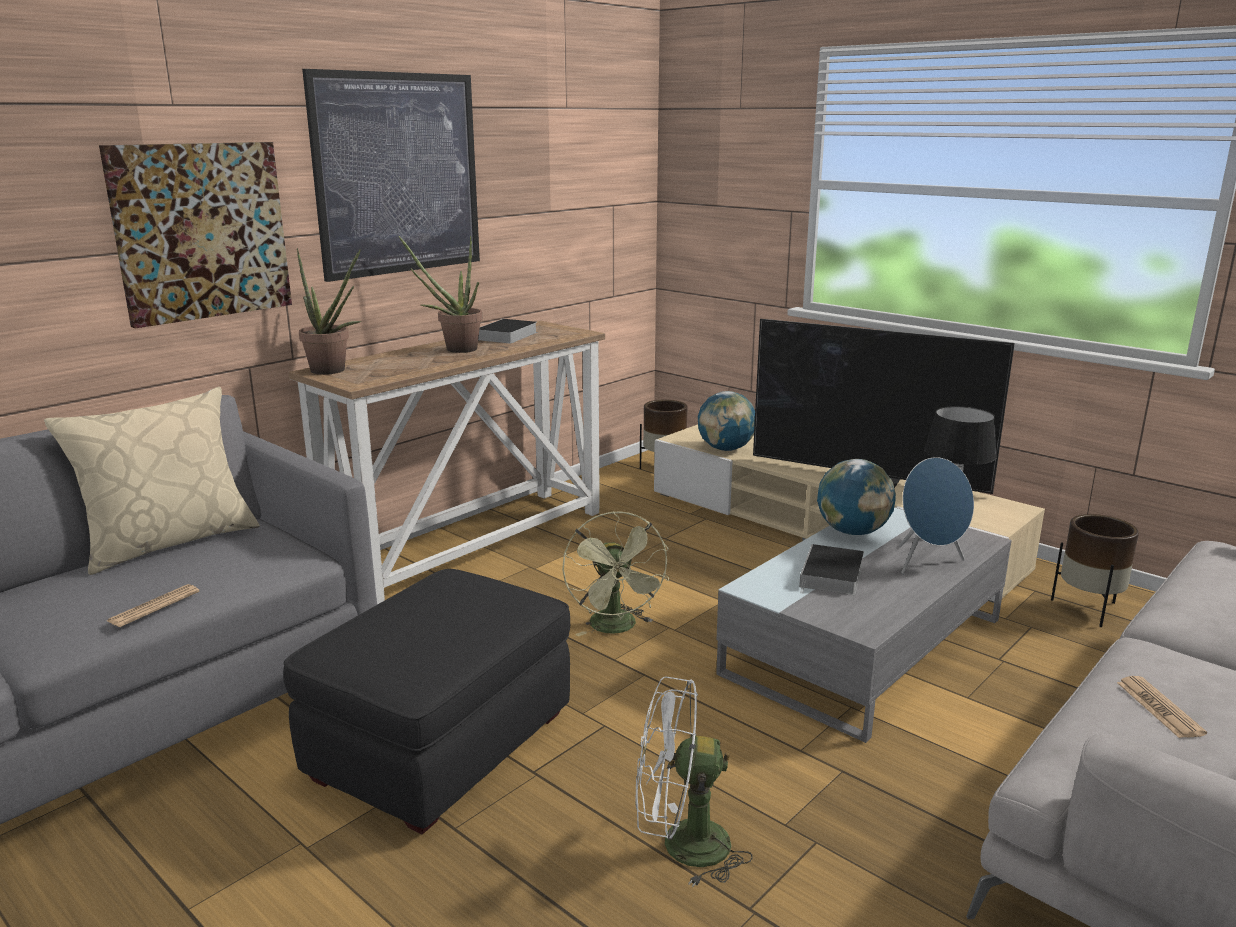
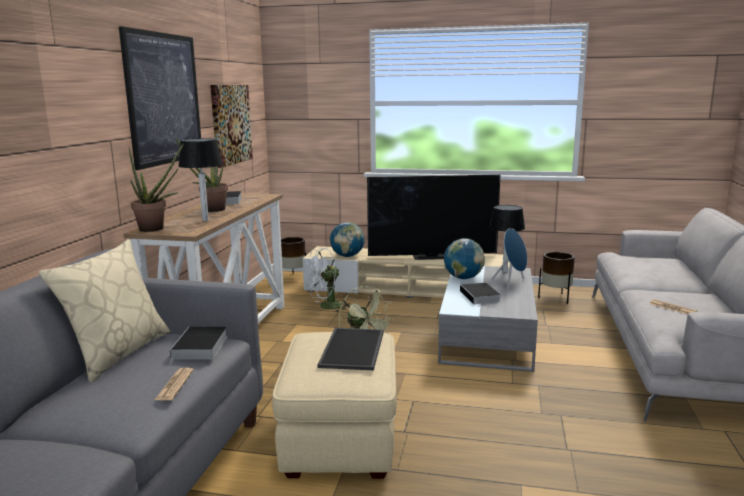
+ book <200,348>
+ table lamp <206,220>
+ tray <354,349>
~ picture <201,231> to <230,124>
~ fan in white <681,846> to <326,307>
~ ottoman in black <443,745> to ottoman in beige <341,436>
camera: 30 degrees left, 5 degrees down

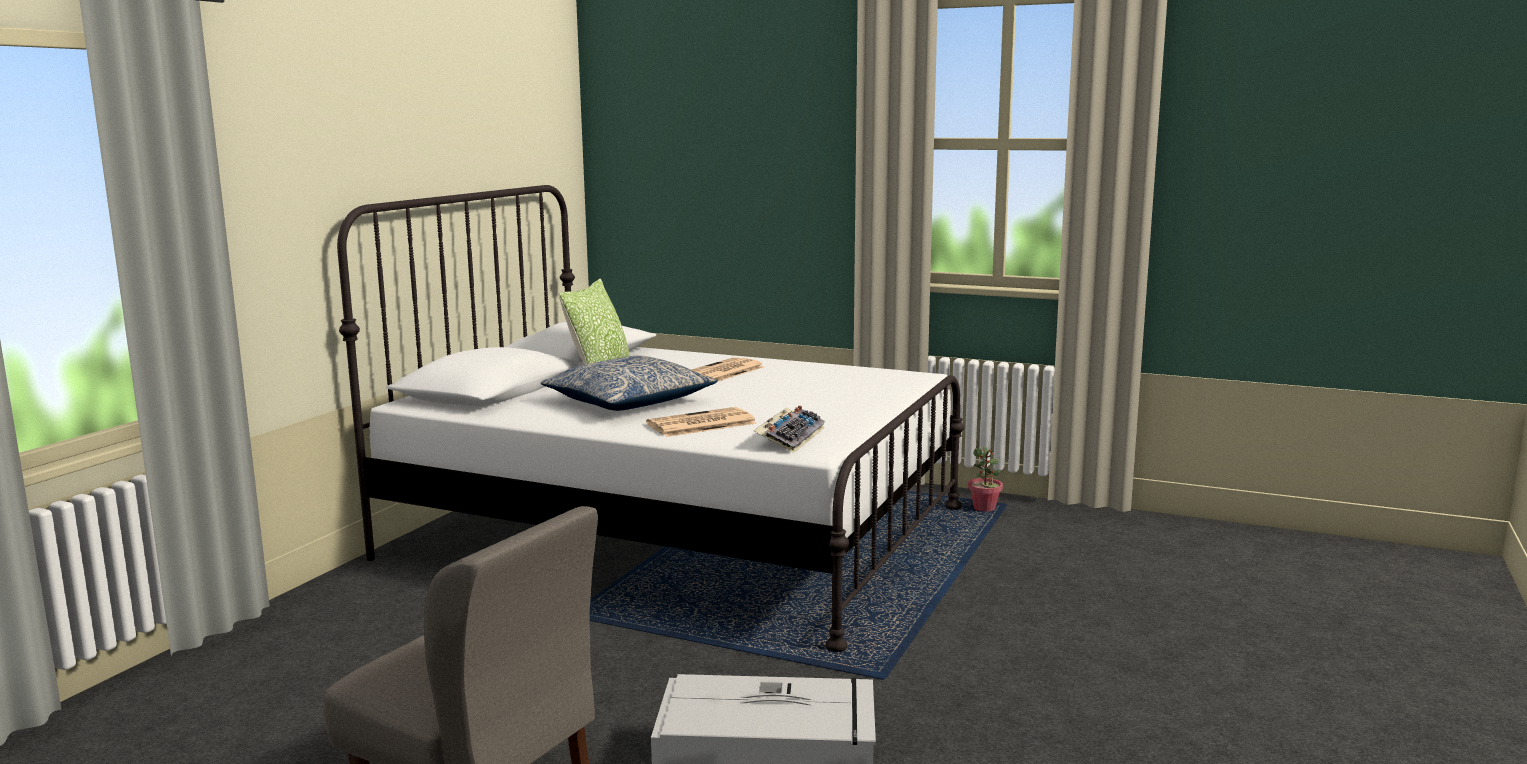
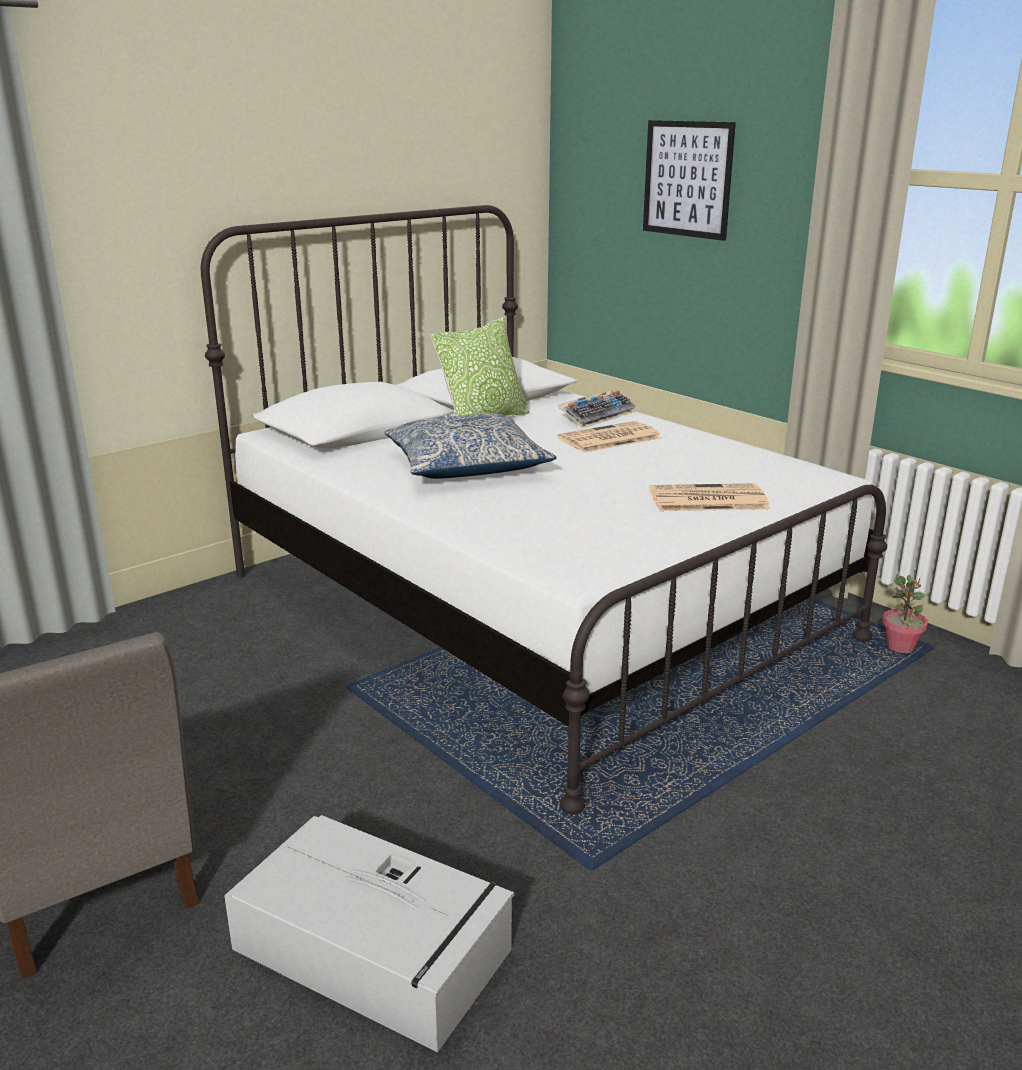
+ picture <687,179>
~ newspaper <700,424> to <706,499>
~ keyboard <790,437> to <596,415>
camera: 25 degrees right, 10 degrees up

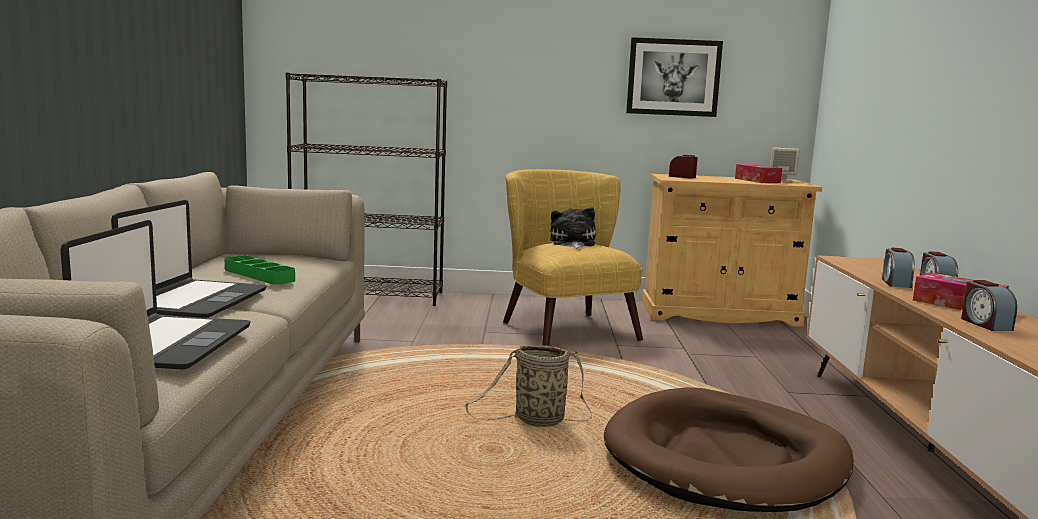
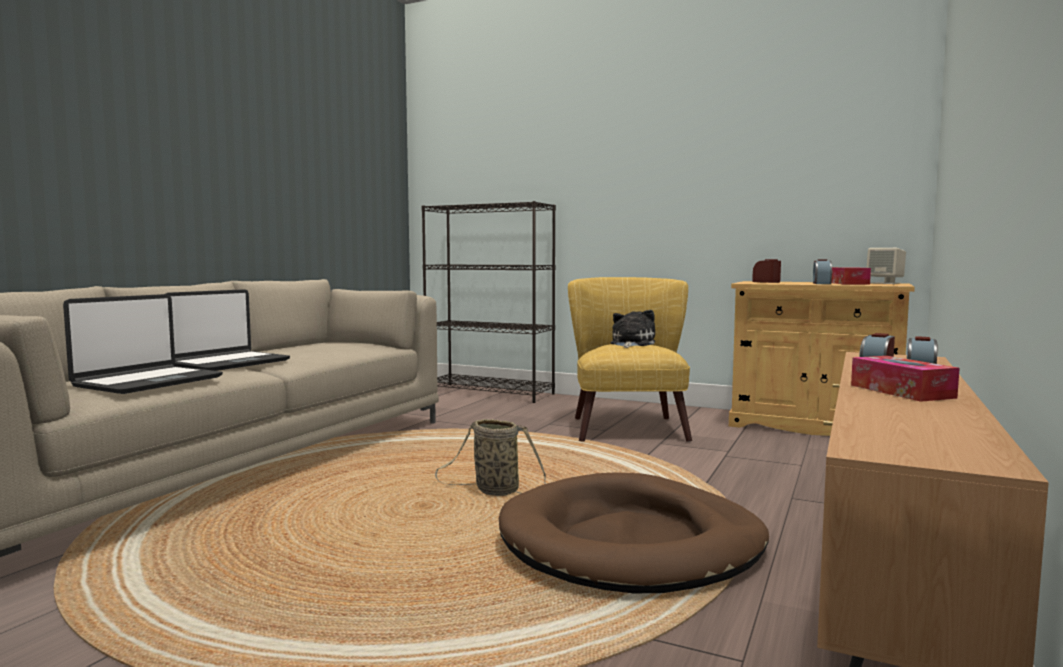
- tray in green <259,275>
- picture <673,77>
~ alarm clock <984,324> to <821,283>
camera: 25 degrees right, 5 degrees down

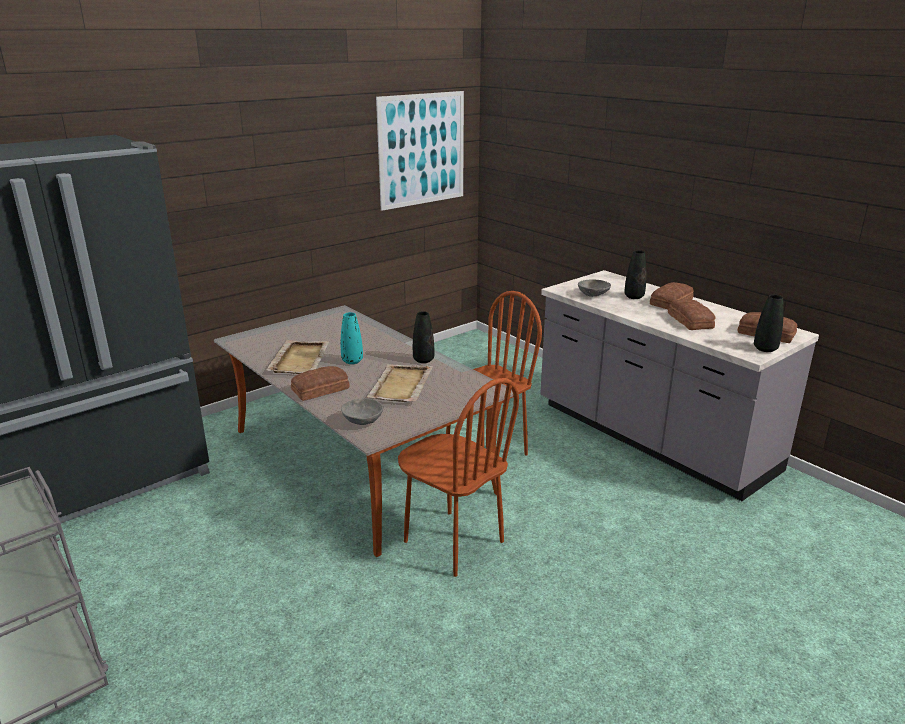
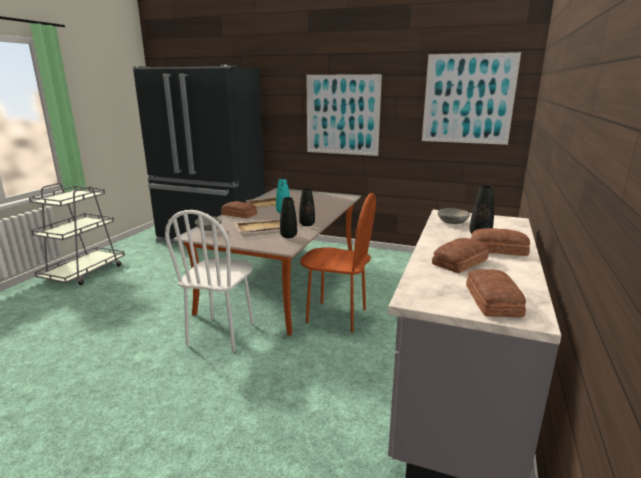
+ picture <342,115>
~ vase in black <765,349> to <288,236>
~ chair in brown <453,542> to chair in white <221,334>
camera: 60 degrees right, 5 degrees down

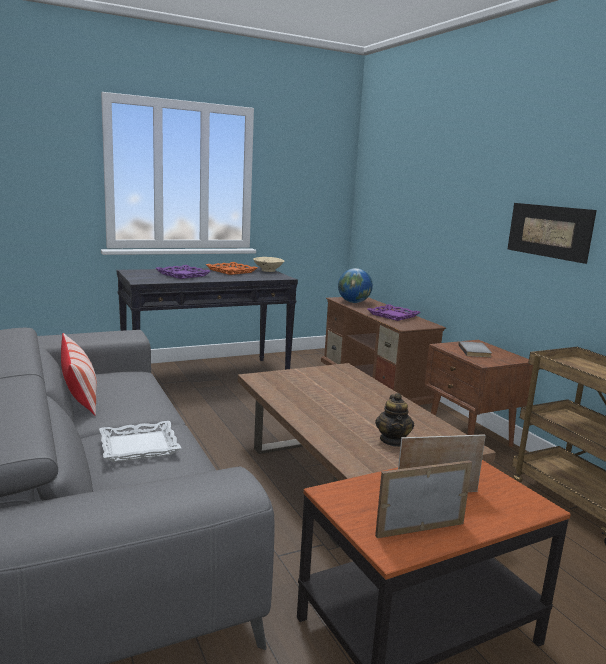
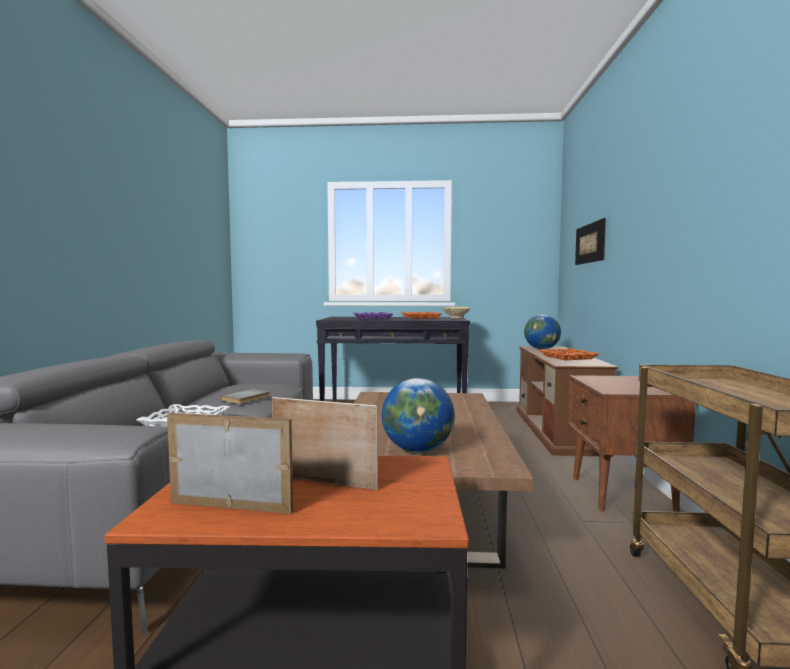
- pillow <80,395>
~ book in grey <475,351> to <247,398>
~ picture <549,231> to <590,243>
~ teapot <393,441> to globe <418,450>
~ tray in purple <393,315> to tray in orange <568,357>
camera: 30 degrees right, 10 degrees down

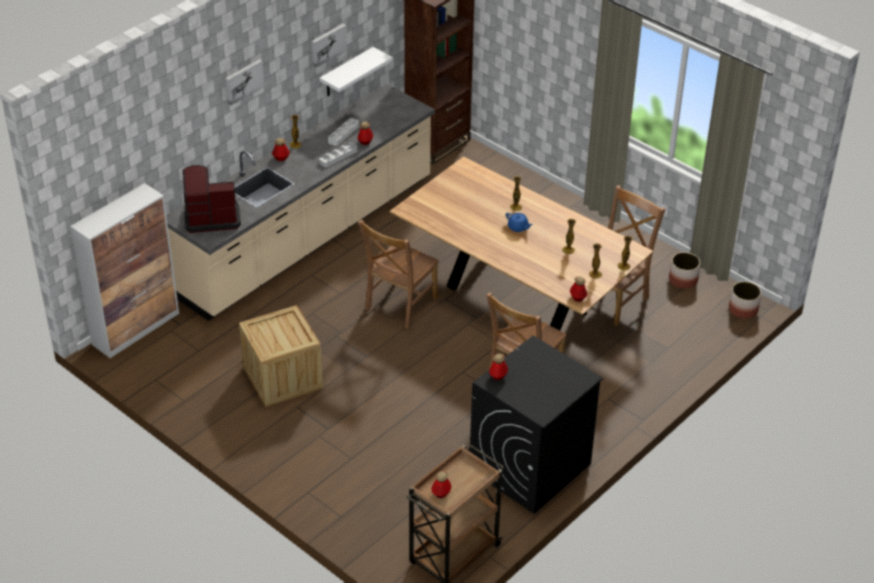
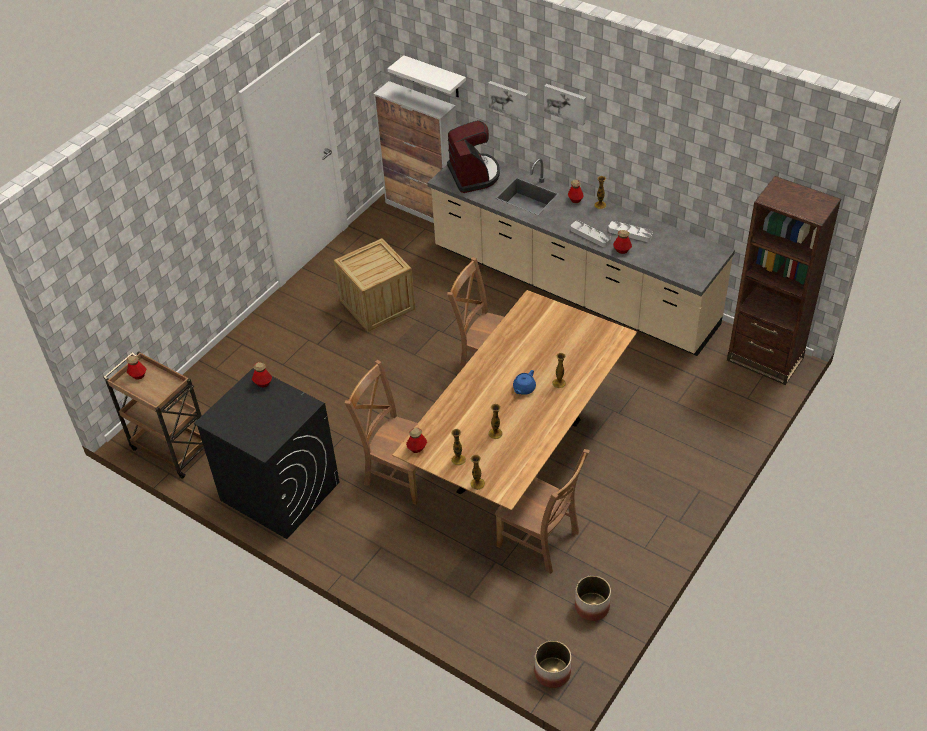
~ picture <327,45> to <509,99>
~ shelf in white <346,73> to <435,77>
camera: 85 degrees right, 5 degrees up

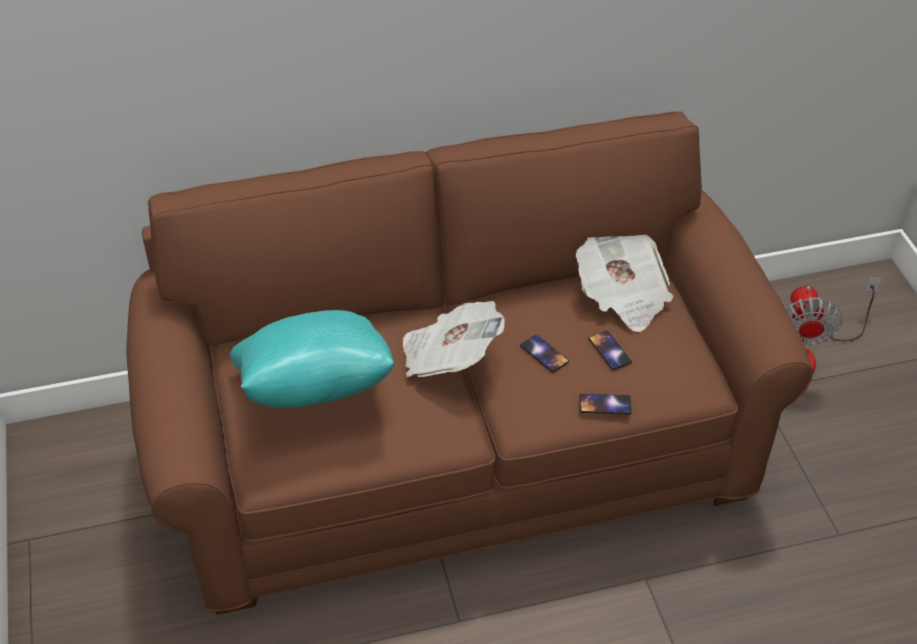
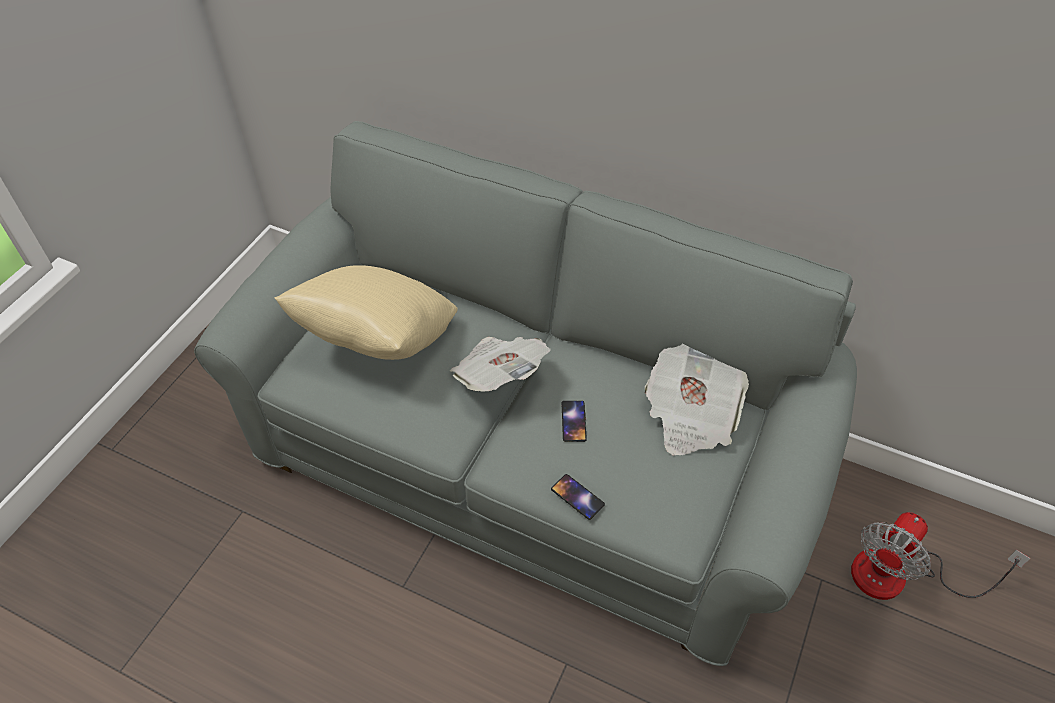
- phone <609,351>
~ sofa in brown <459,450> to sofa in grey <528,458>
~ pillow in turquoise <314,395> to pillow in beige <378,342>
camera: 40 degrees right, 5 degrees up

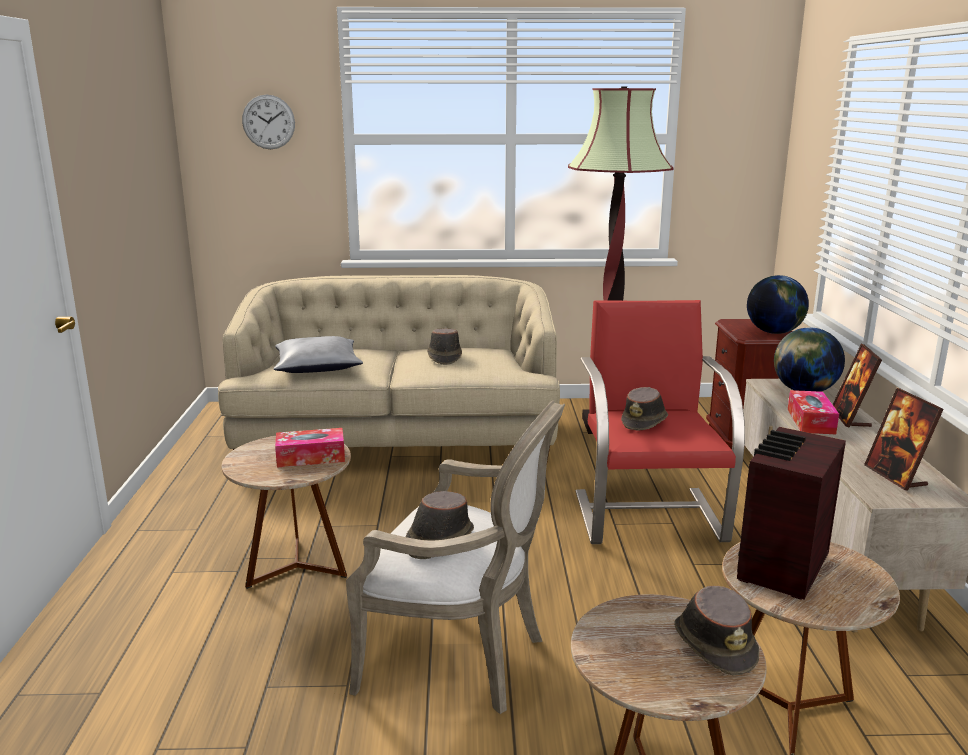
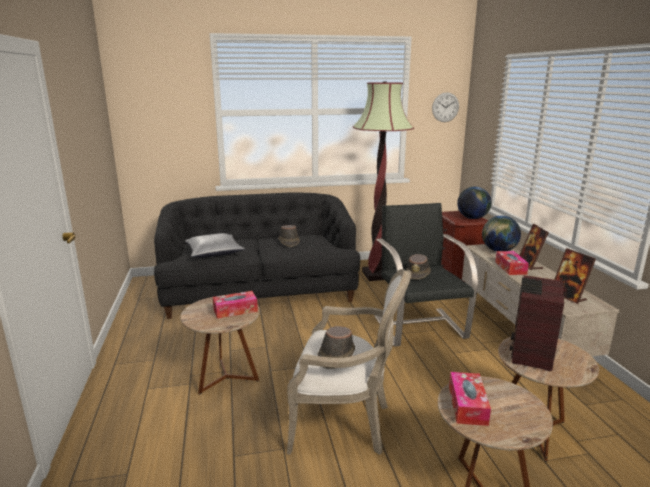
- hat in brown <715,644>
+ tissue box <467,405>
~ wall clock <268,122> to <445,107>
~ sofa in beige <398,439> to sofa in black <260,292>
~ armchair in red <648,515> to armchair in black <419,326>
camera: 10 degrees left, 0 degrees up

